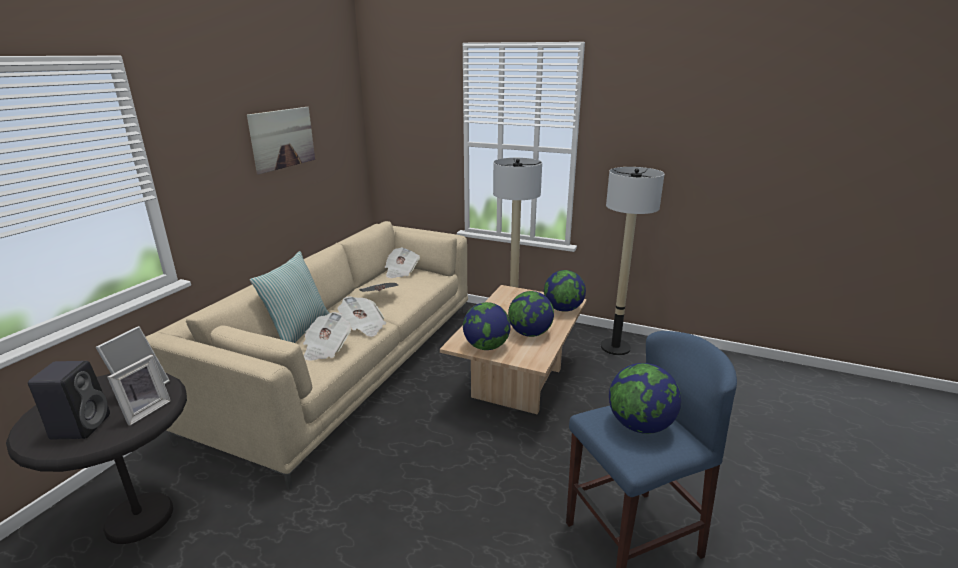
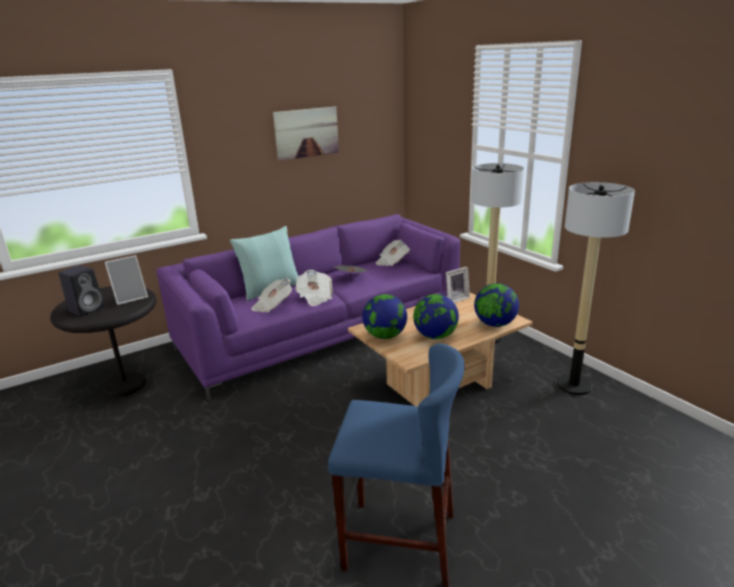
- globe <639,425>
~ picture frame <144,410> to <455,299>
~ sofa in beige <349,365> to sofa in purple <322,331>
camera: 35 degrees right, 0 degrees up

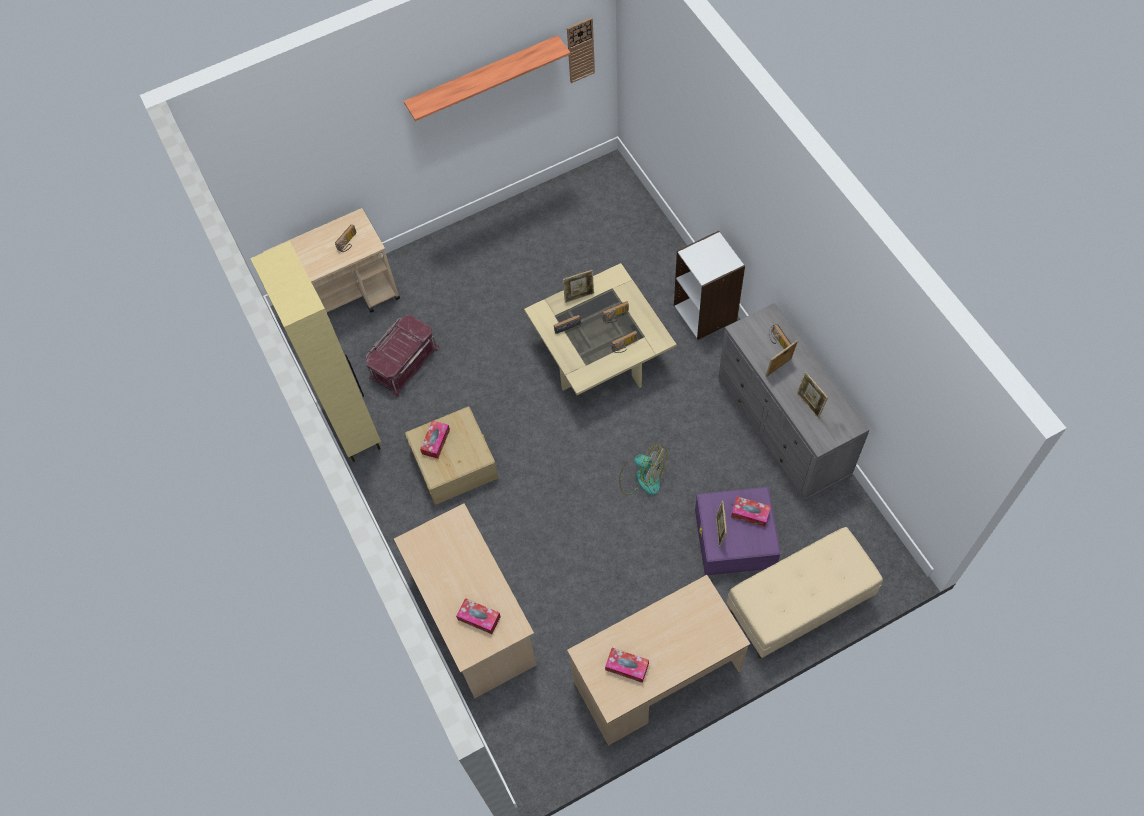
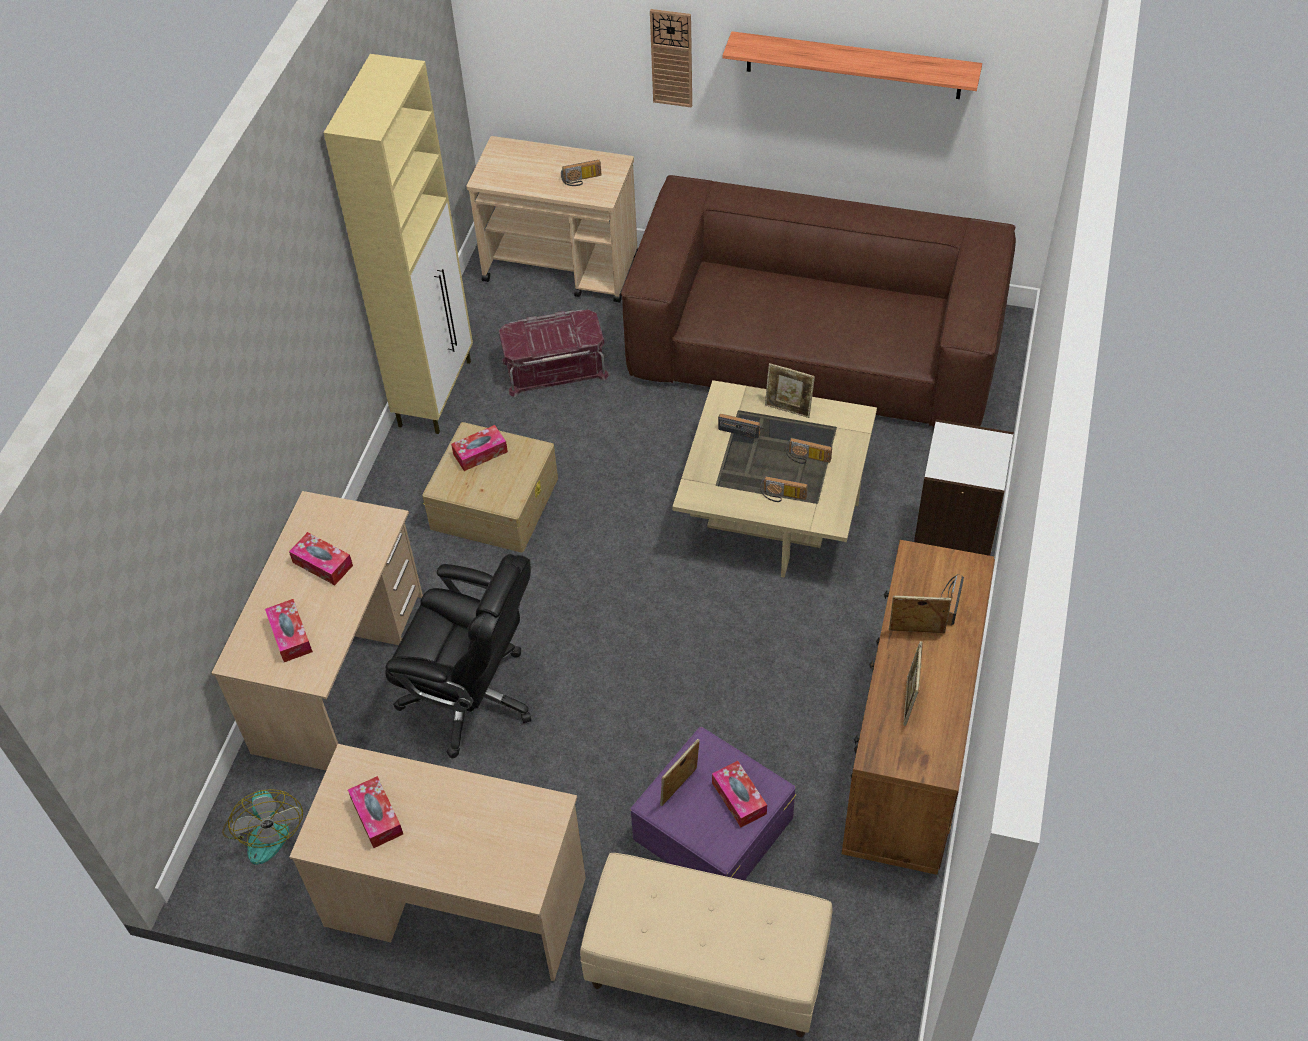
+ tissue box <322,564>
+ office chair in black <472,697>
+ sofa in brown <815,346>
~ wall clock <580,50> to <671,58>
~ fan <642,477> to <265,829>
~ dresser in grey <783,428> to dresser in brown <909,753>
camera: 40 degrees right, 10 degrees down

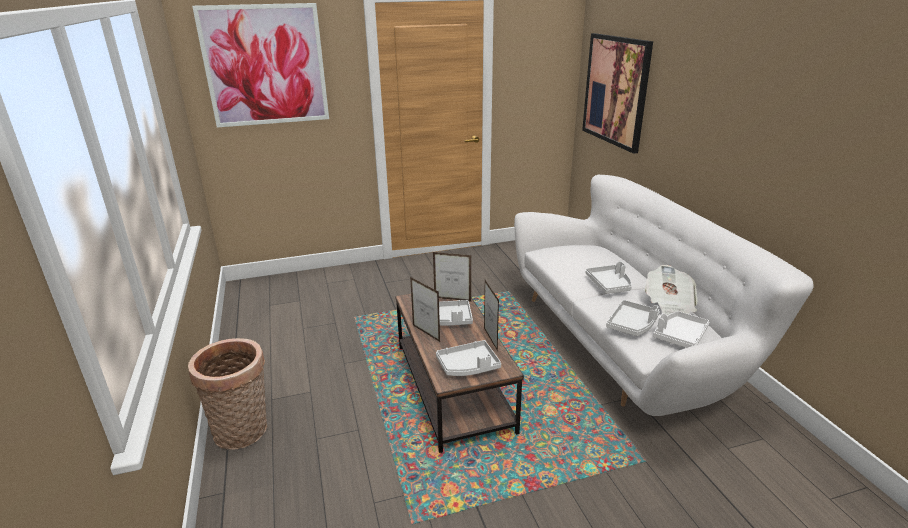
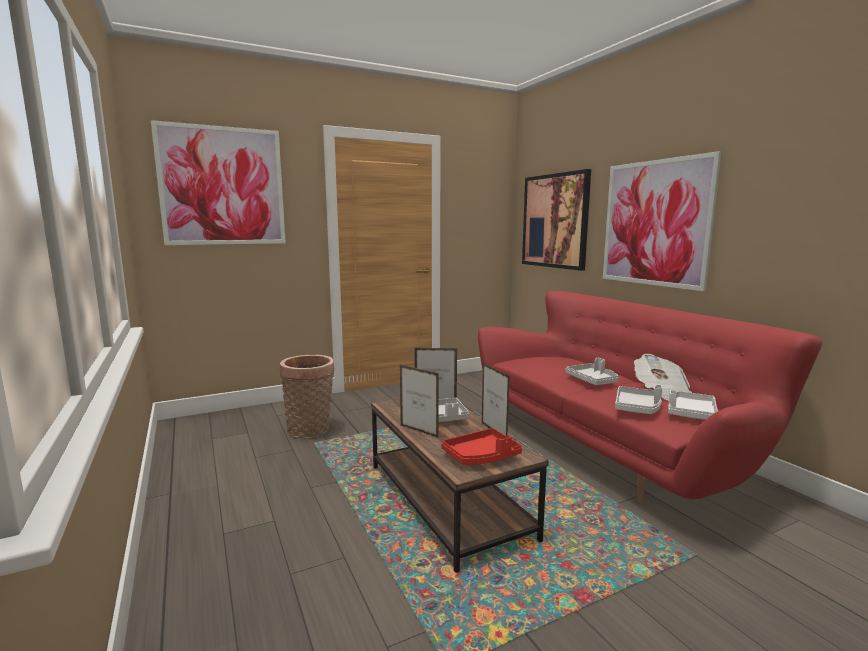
+ picture <655,223>
~ basket <243,432> to <311,430>
~ tray in grey <468,366> to tray in red <481,456>
~ sofa in white <624,345> to sofa in red <611,448>
camera: 10 degrees left, 15 degrees down

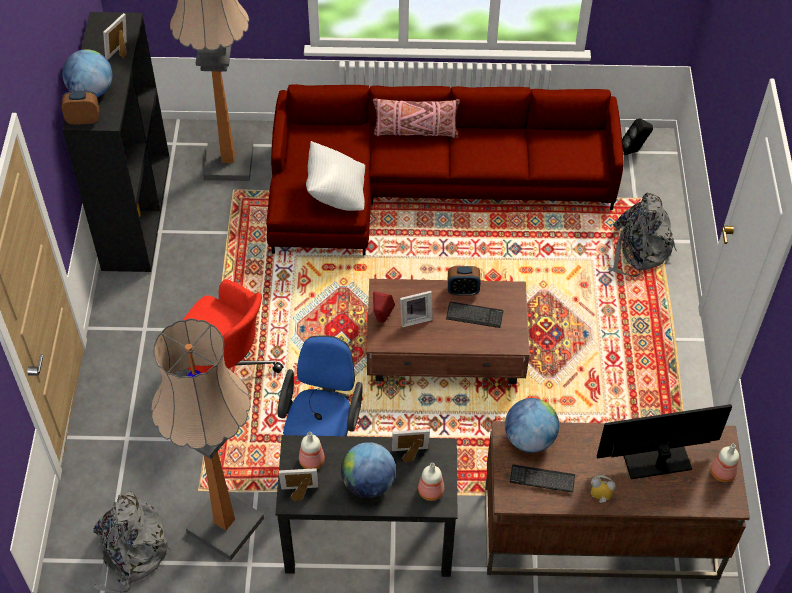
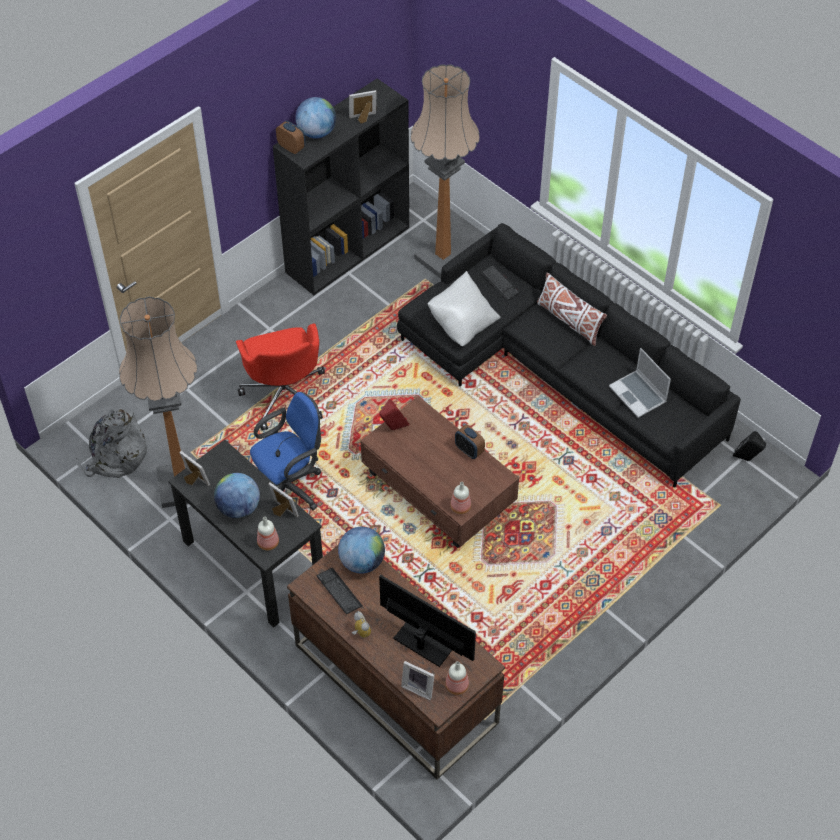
- backpack in grey <639,250>
+ laptop <638,395>
~ bottle <311,461> to <460,507>
~ picture frame <415,318> to <419,687>
~ keyboard <474,315> to <499,283>
~ sofa in red <426,185> to sofa in black <559,370>
~ pillow in pink <415,132> to pillow in white <569,321>
camera: 45 degrees right, 0 degrees up

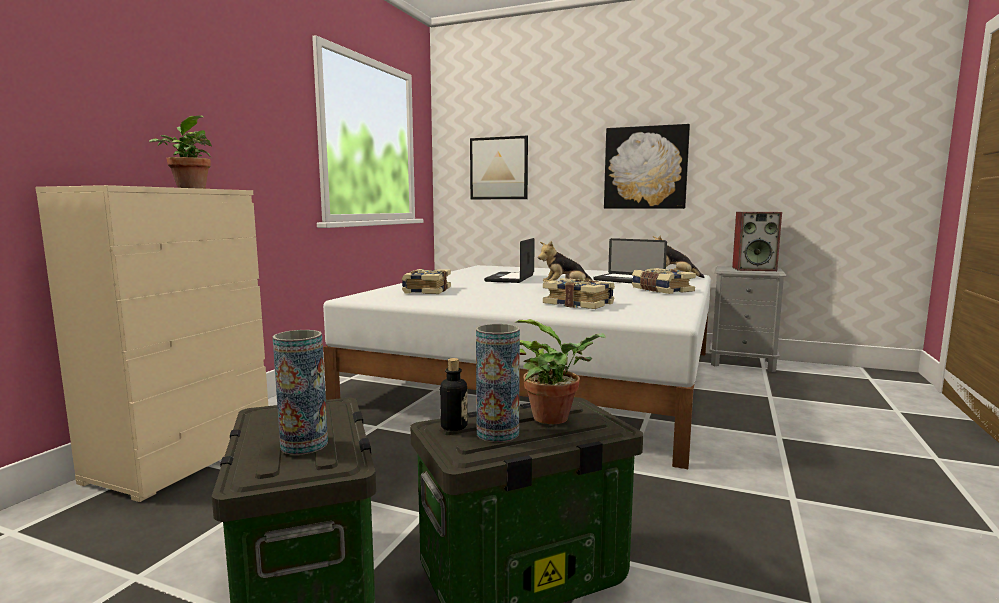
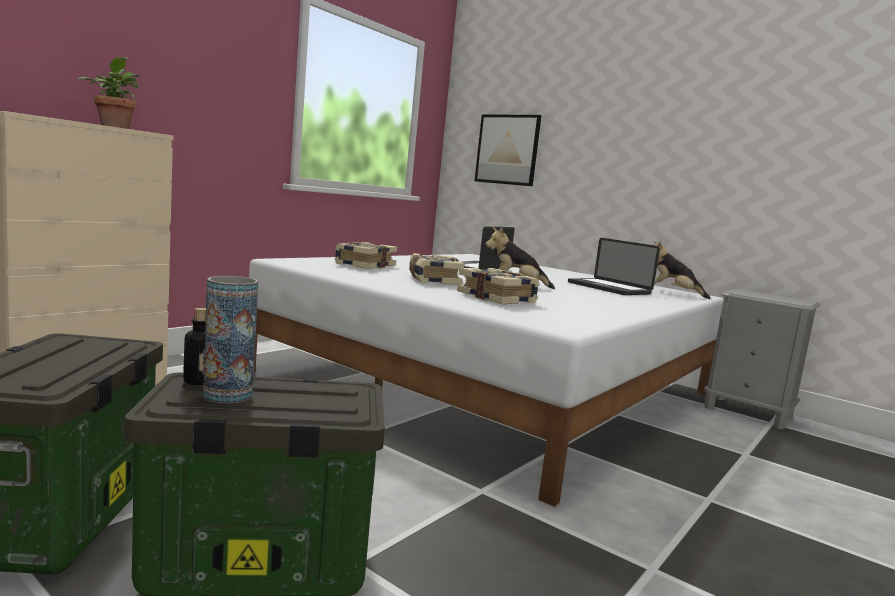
- vase <304,444>
- potted plant <556,418>
- picture <645,168>
- speaker <754,269>
~ book <661,290> to <432,280>
camera: 15 degrees right, 0 degrees up

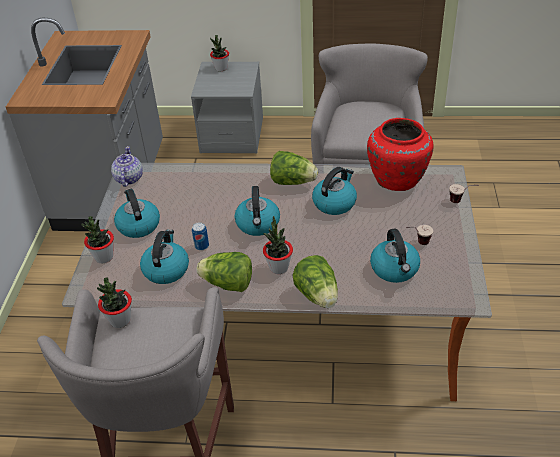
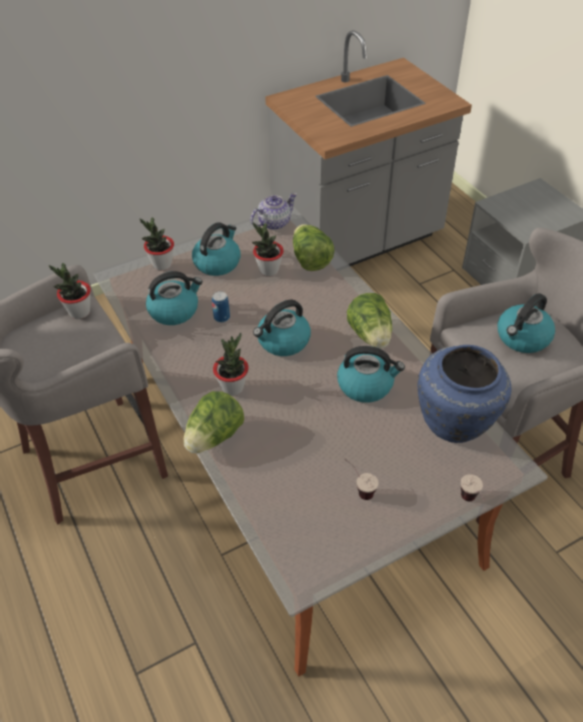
~ lettuce <228,284> to <310,260>
~ potted plant <221,68> to <268,270>
~ kettle <395,269> to <522,338>
~ vase in red <397,180> to vase in blue <456,423>
camera: 55 degrees right, 5 degrees up

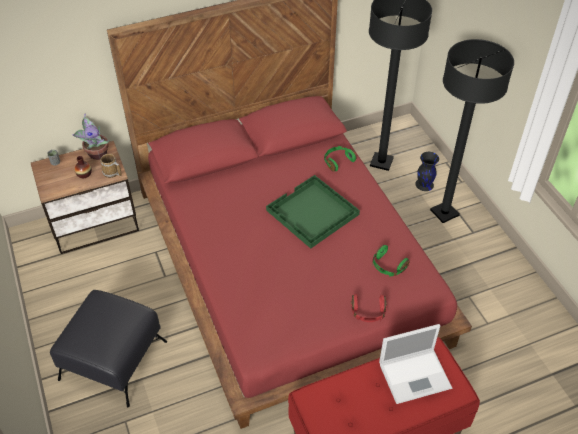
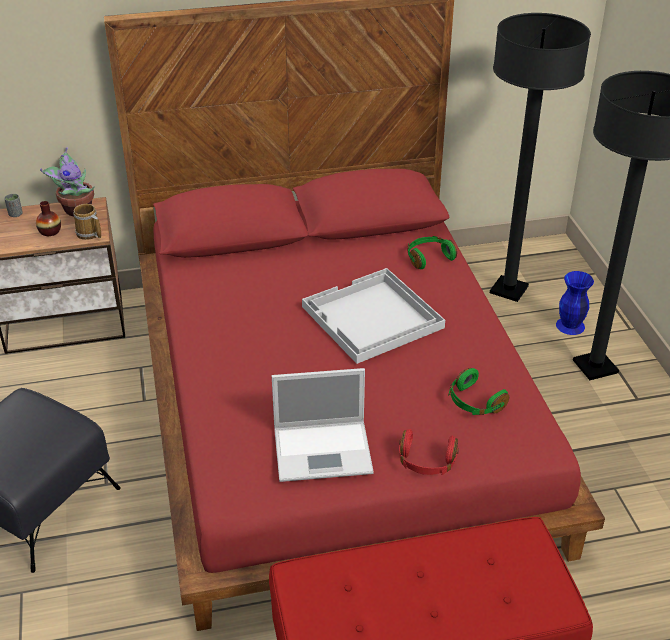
~ laptop <416,375> to <324,450>
~ tray in green <312,213> to tray in white <372,318>
~ vase in black <424,184> to vase in blue <569,326>
camera: 10 degrees right, 10 degrees down

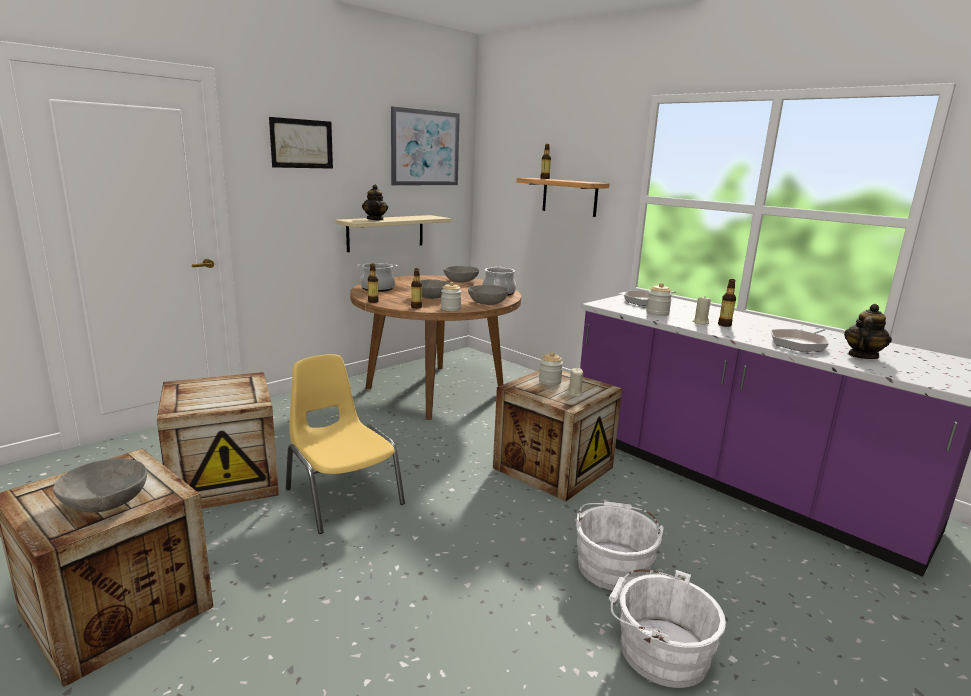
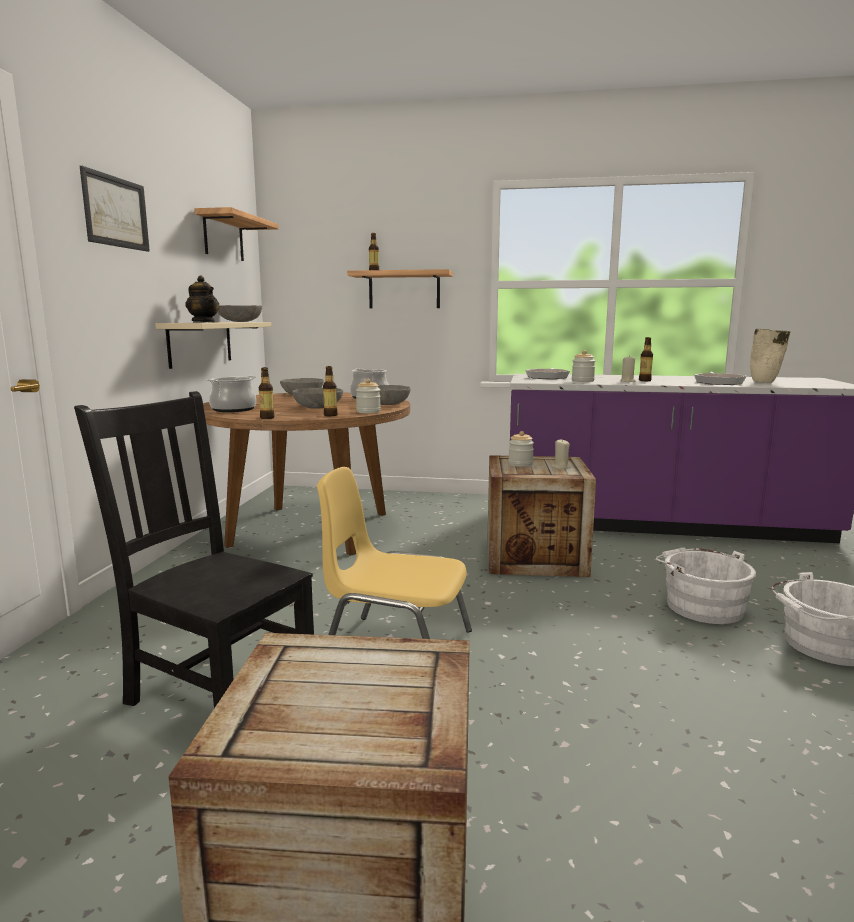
~ bowl in grey <106,502> to <240,322>
~ crate <224,480> to chair in black <217,692>
~ picture <425,148> to shelf <223,237>
~ teapot <862,356> to vase in beige <765,382>
camera: 35 degrees left, 5 degrees down

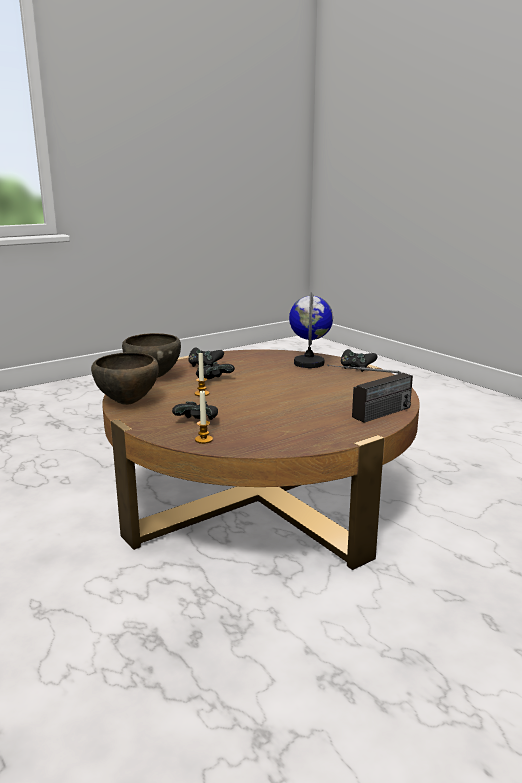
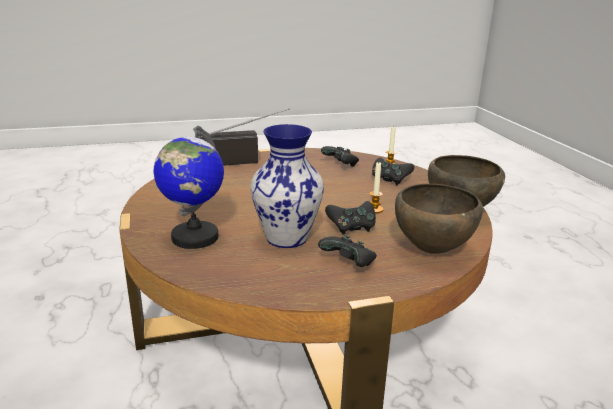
+ vase <286,238>
~ game controller in black <356,368> to <341,165>
camera: 160 degrees left, 5 degrees up

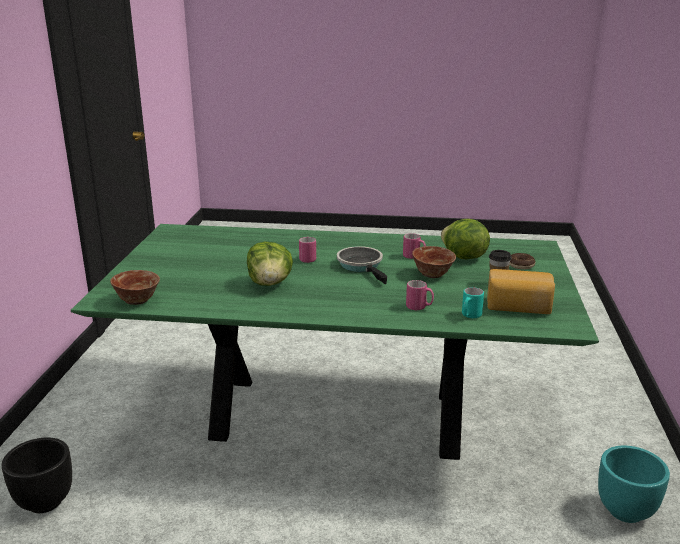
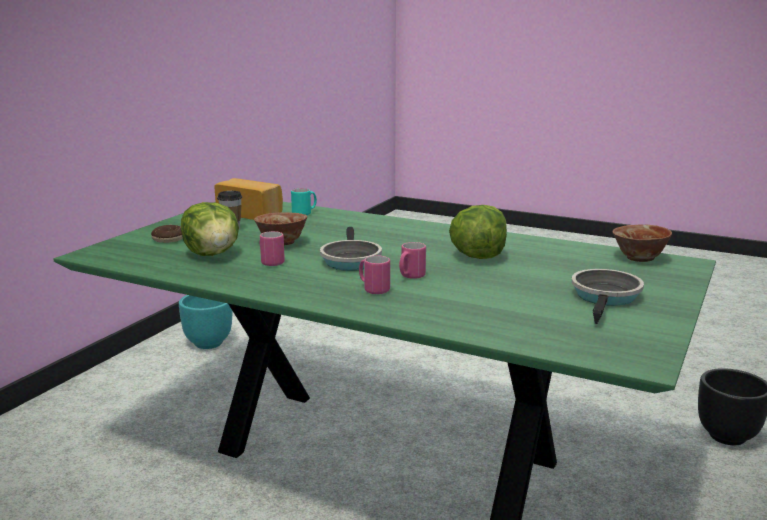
+ frying pan <606,297>
~ mug in pink <419,307> to <373,289>
camera: 160 degrees left, 5 degrees down

